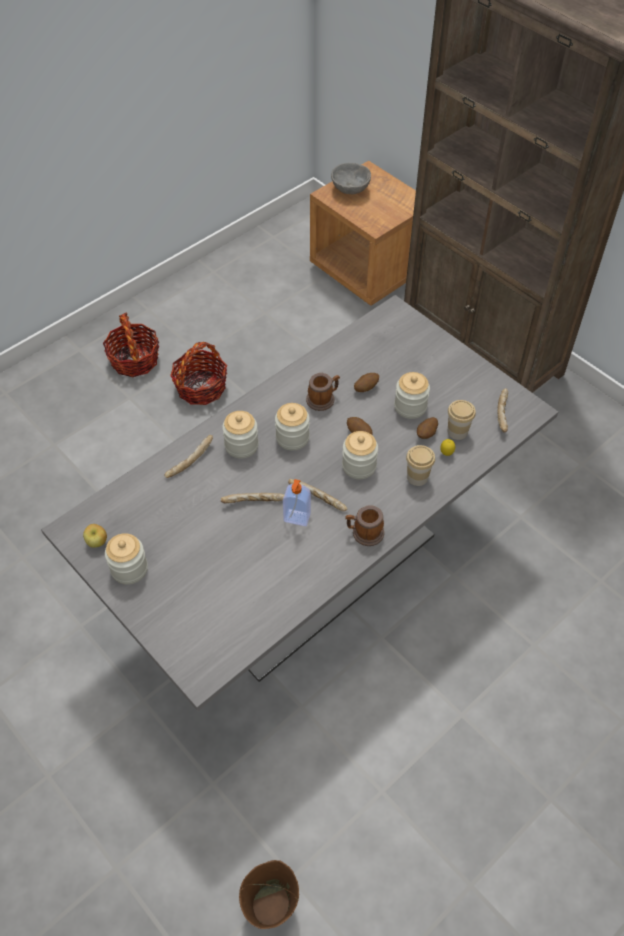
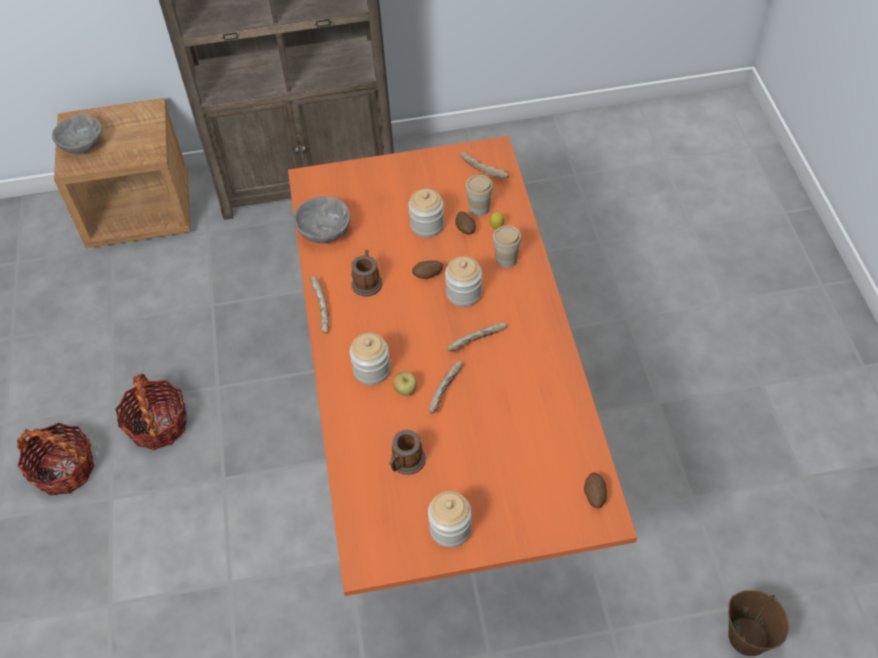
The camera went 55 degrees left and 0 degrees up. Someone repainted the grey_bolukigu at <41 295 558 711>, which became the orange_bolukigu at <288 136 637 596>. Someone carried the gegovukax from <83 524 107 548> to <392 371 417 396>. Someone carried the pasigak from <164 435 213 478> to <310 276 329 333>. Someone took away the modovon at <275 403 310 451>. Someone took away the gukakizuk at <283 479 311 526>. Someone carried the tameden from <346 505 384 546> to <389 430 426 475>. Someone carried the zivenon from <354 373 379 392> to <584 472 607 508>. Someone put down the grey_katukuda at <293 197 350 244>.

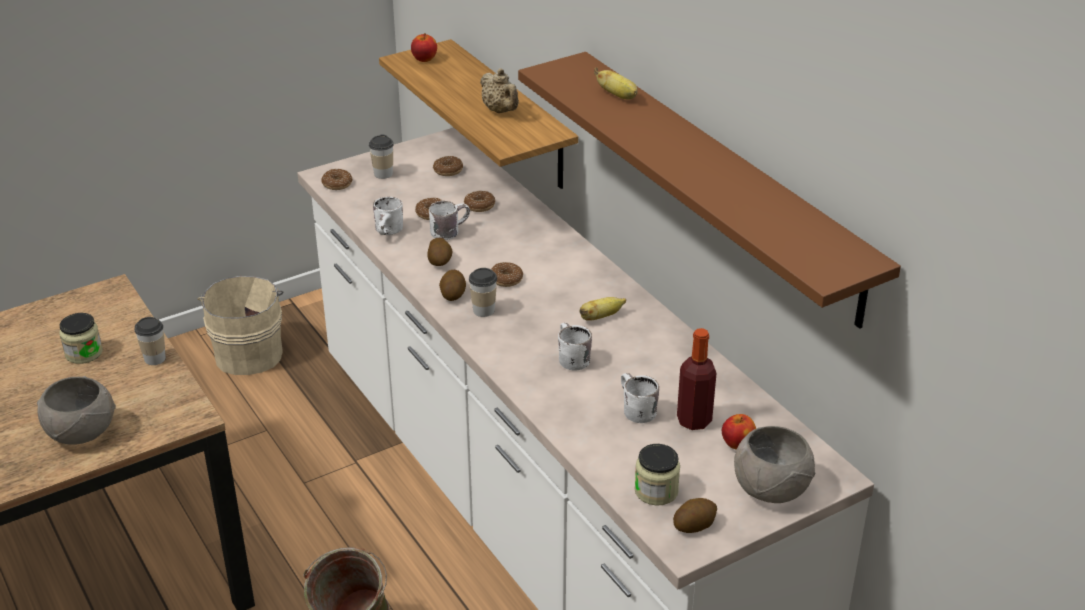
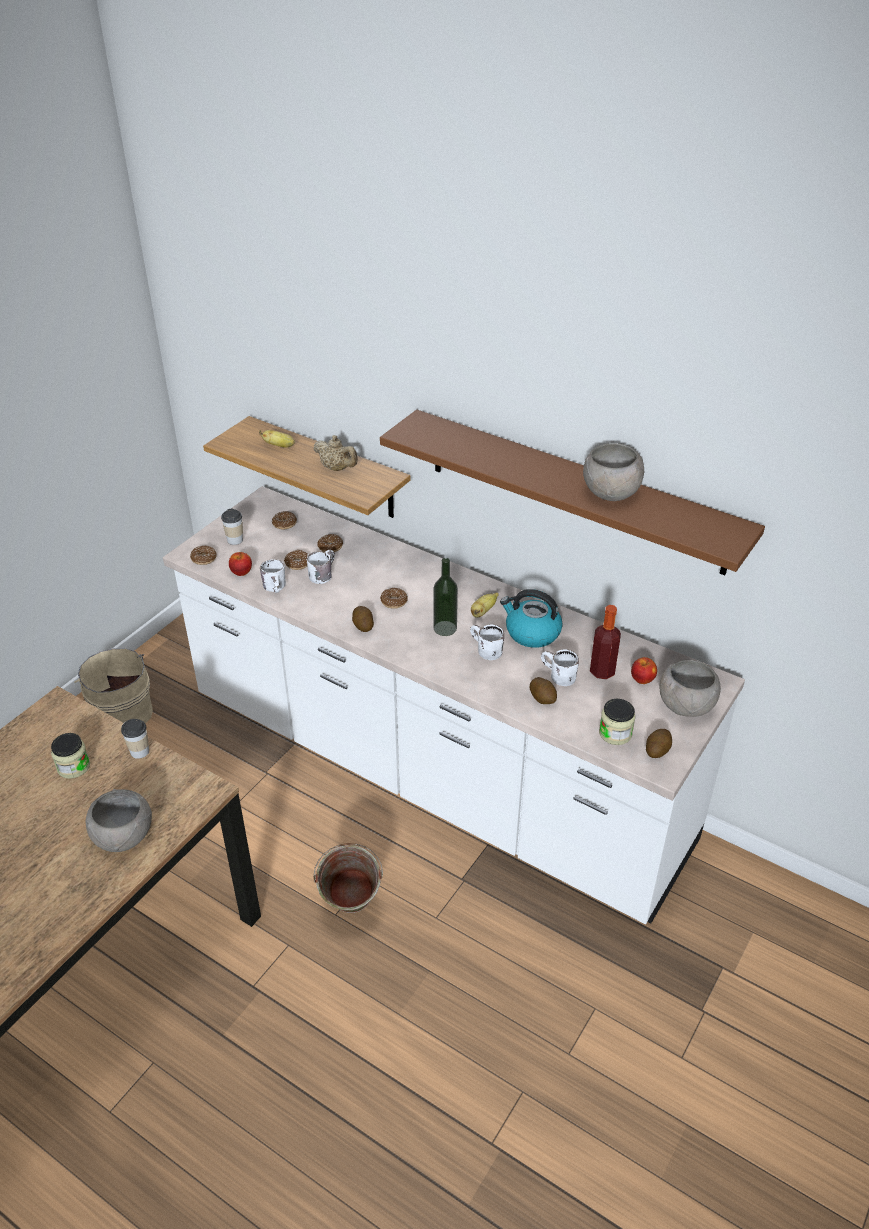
The camera went 25 degrees left and 5 degrees up. Someone carried the gegovukax from <411 33 437 62> to <229 552 252 576>. Someone carried the zivenon from <427 238 452 266> to <530 677 557 704>. Someone took away the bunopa at <469 268 497 317>. Someone carried the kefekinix from <594 68 638 99> to <259 430 295 448>. Someone put down the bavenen at <433 558 458 636>. Someone put down the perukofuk at <500 589 563 648>. Someone put down the grey_katukuda at <583 443 645 501>.

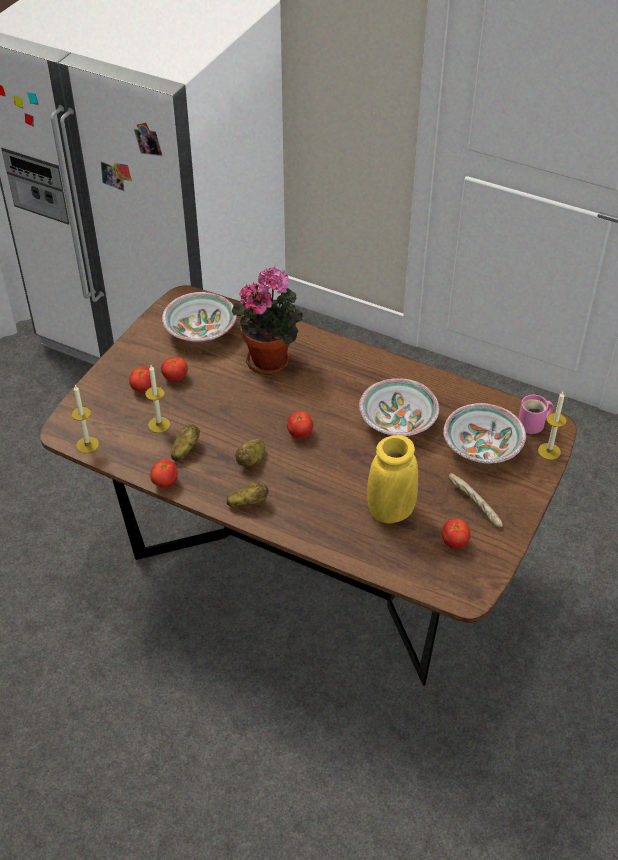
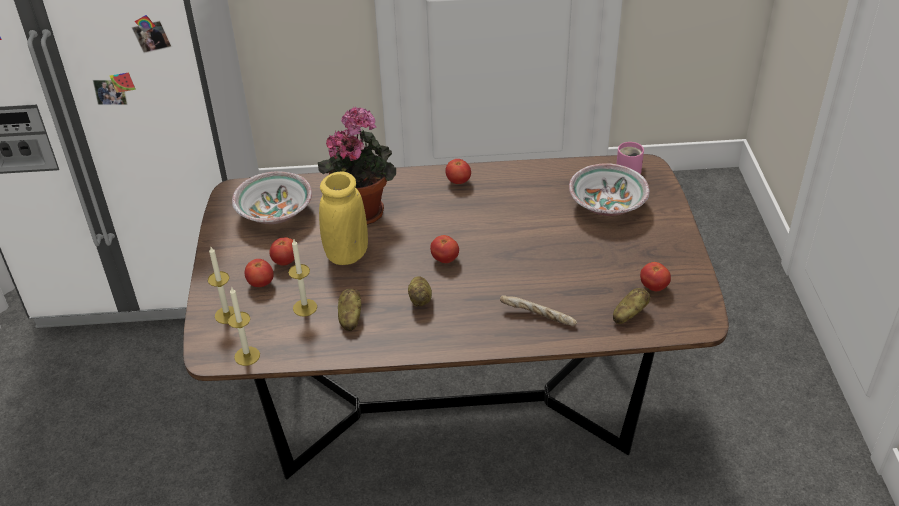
The camera went 30 degrees left and 5 degrees down. Someone carried the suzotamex from <150 460 178 488> to <445 159 471 184>. Someone carried the zivenon from <226 482 268 507> to <613 288 650 324>. Someone took away the katukuda at <359 378 440 436>. Someone carried the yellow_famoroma from <367 435 418 524> to <319 172 368 265>. Someone carried the pasigak from <449 473 503 527> to <500 295 577 326>. Someone carried the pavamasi from <538 392 567 460> to <208 247 234 324>.

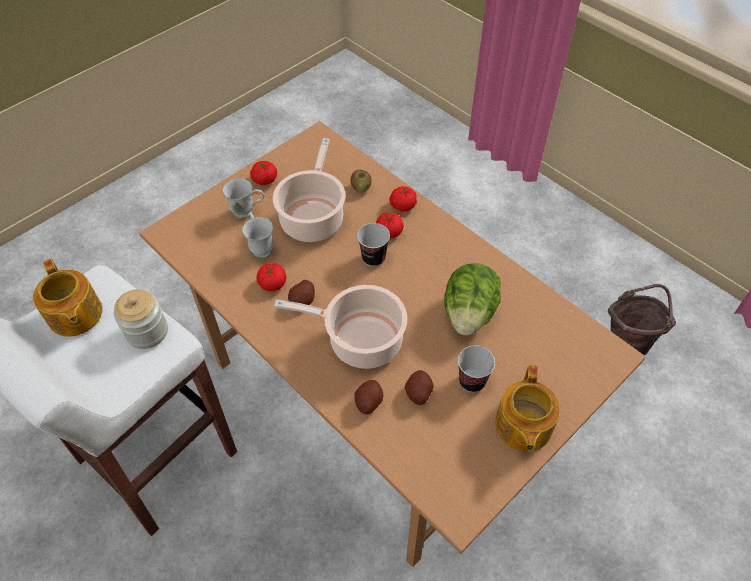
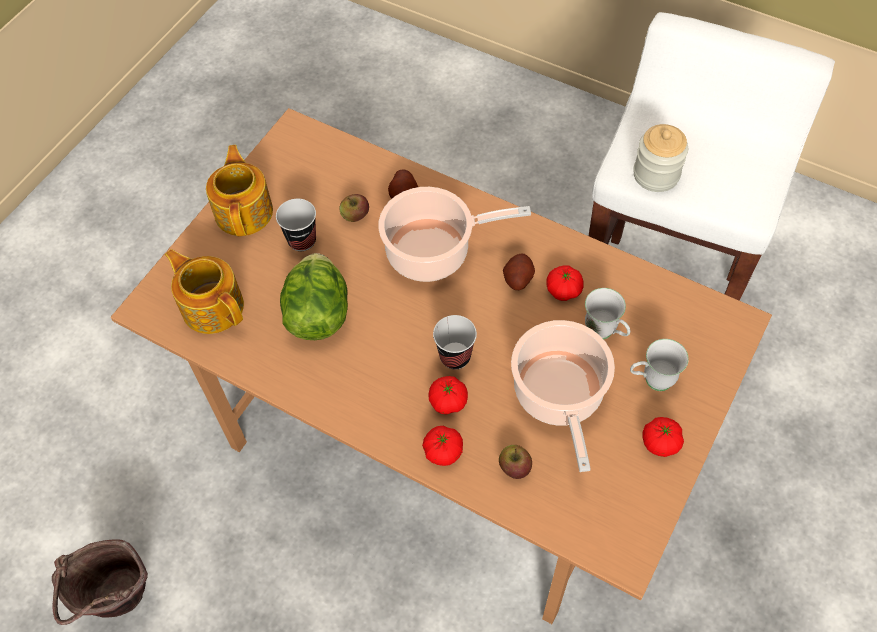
The camera went 165 degrees right and 5 degrees up. Someone carried the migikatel from <33 259 103 337> to <165 249 244 334>. Someone swapped the zivenon at <405 370 434 405> for the gegovukax at <340 194 369 222>.

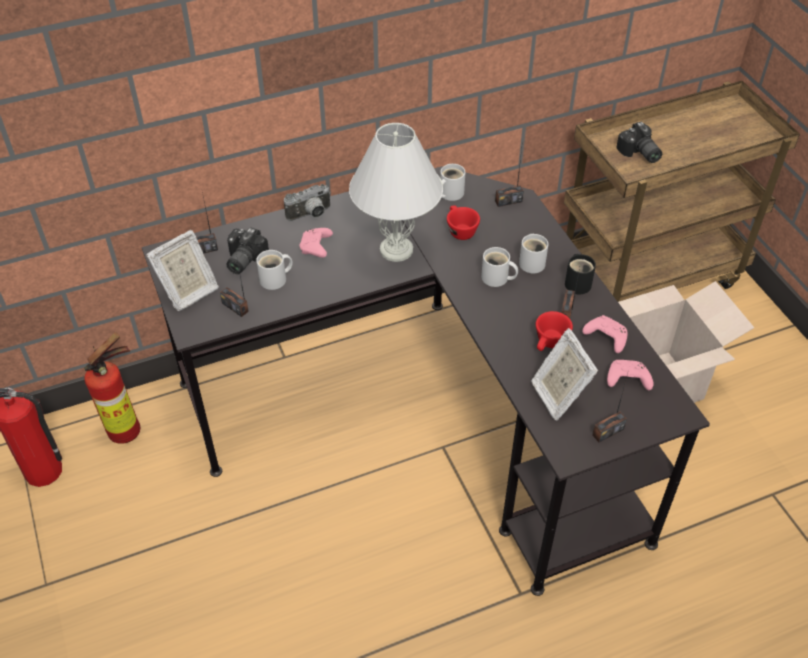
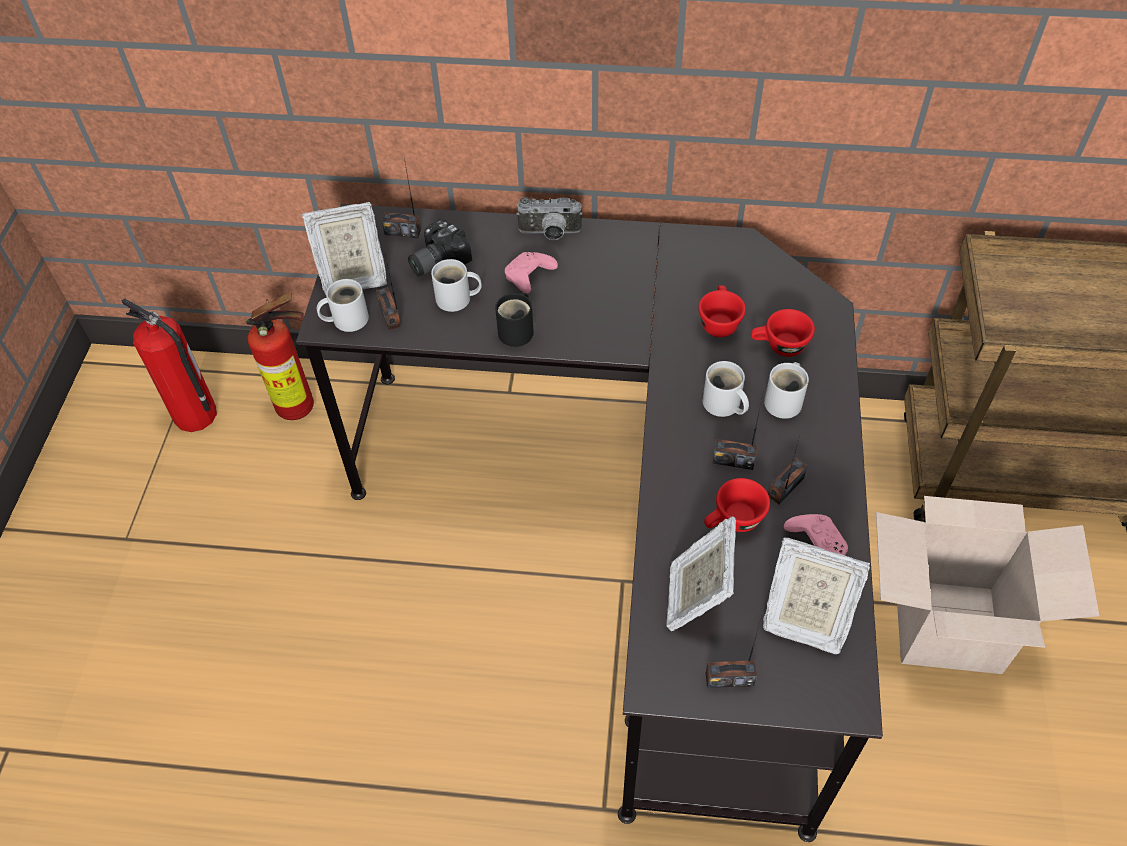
The camera went 30 degrees right and 5 degrees up. Someone took away the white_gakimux at <349 123 443 262>. Someone carried the white_tameden from <440 164 465 201> to <317 279 369 332>. Someone carried the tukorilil from <495 141 524 207> to <712 390 764 470>. Someone carried the black_tameden from <565 254 596 295> to <495 293 534 347>. Someone swapped the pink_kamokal at <607 360 654 390> for the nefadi at <763 537 870 654>. Someone took away the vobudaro at <616 122 662 163>. Someone put down the red_bunopa at <751 309 815 357>.

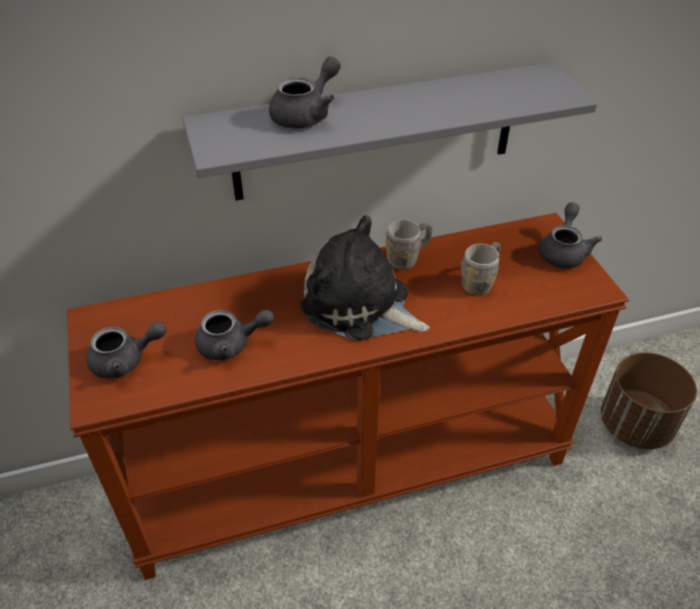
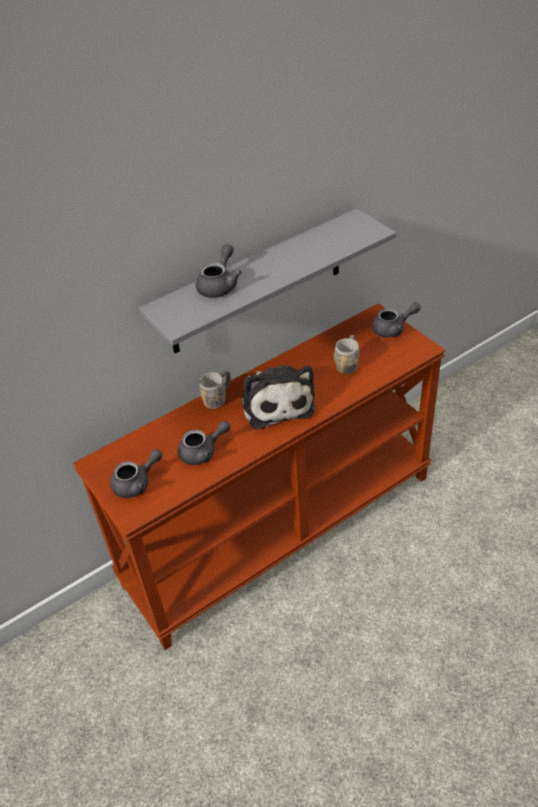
The camera went 15 degrees left and 0 degrees up. Someone rotated the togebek at <300 215 429 341> by 120 degrees counterclockwise. Someone carried the grey_tameden from <385 220 432 270> to <199 370 231 409>. Someone rotated the grey_migikatel at <539 202 602 268> by 75 degrees clockwise. Someone took away the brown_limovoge at <601 352 697 449>.

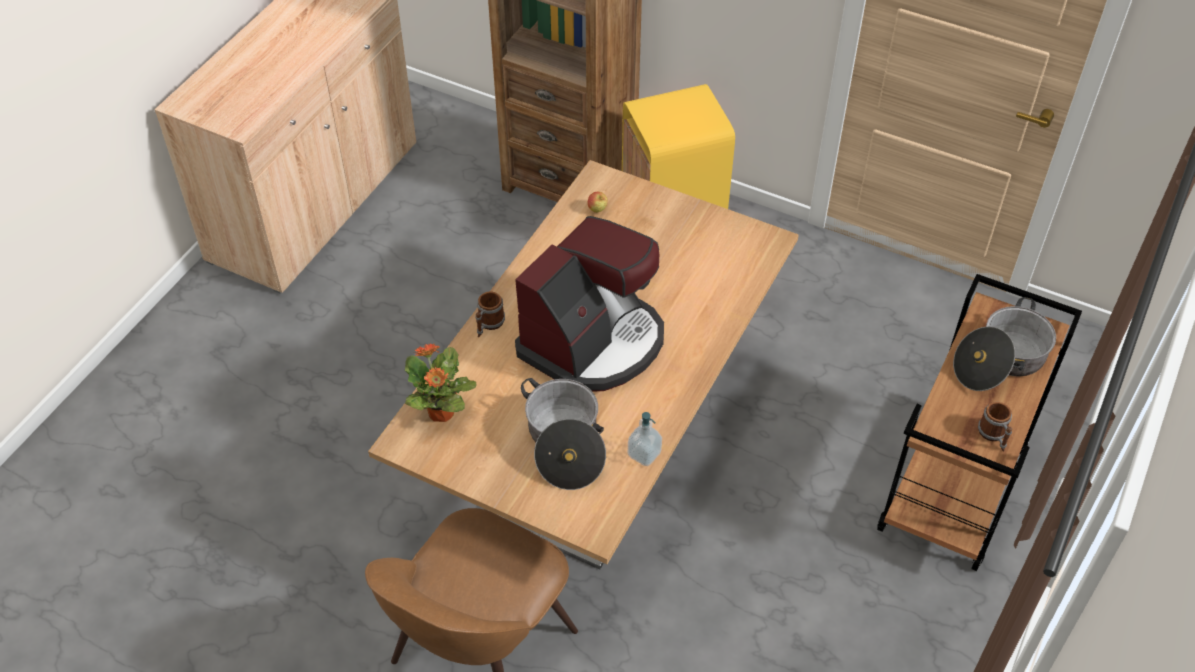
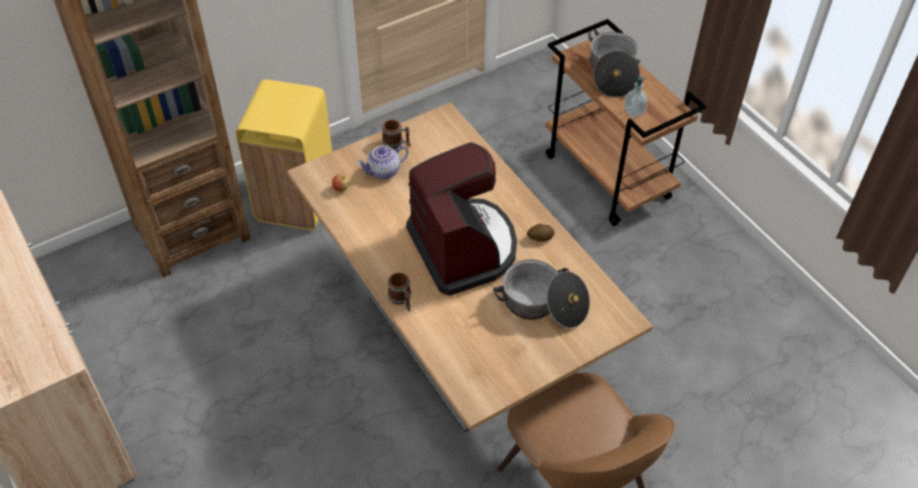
The camera went 60 degrees left and 0 degrees up. Someone took away the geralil at <405 343 477 422>. Someone carried the gukakizuk from <628 412 662 466> to <624 76 648 117>. Someone carried the tameden from <978 402 1012 452> to <382 119 411 149>. Someone put down the migikatel at <357 145 408 179>. Someone put down the zivenon at <527 224 554 242>.

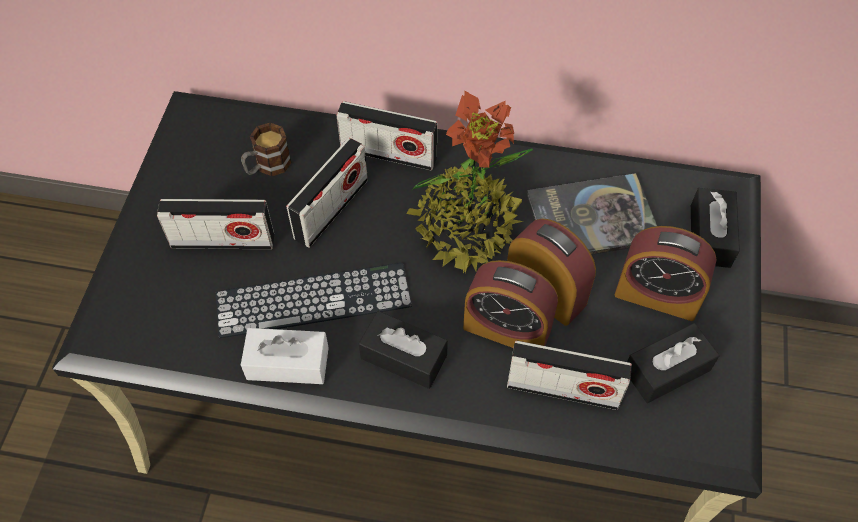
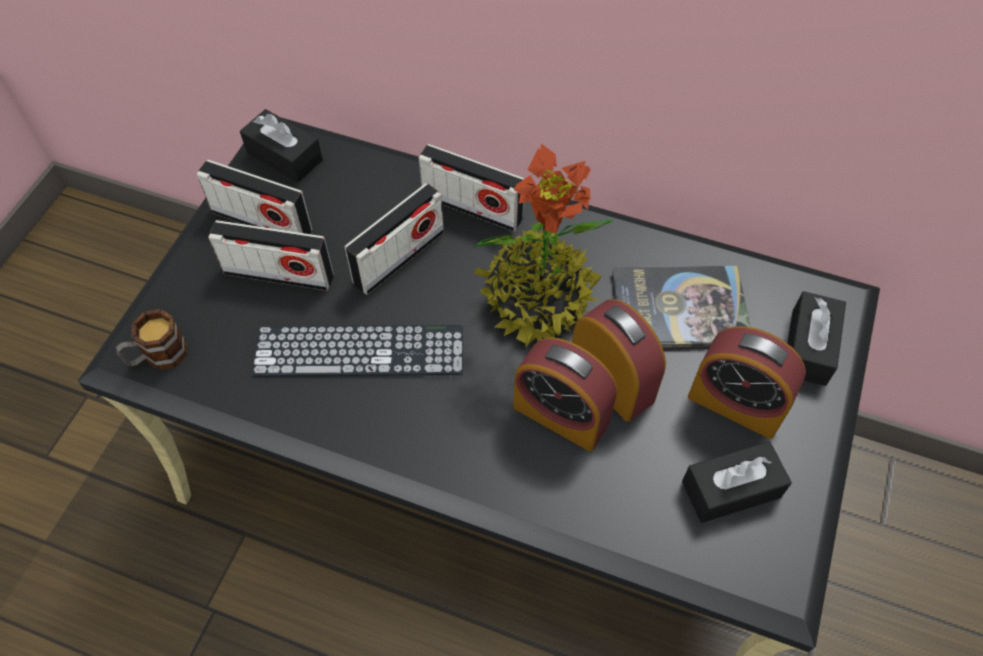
The camera went 10 degrees right and 0 degrees up. Someone carried the tameden from <241 123 292 176> to <116 309 187 370>. Someone took away the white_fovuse at <241 328 329 384>. Someone carried the black_fovuse from <359 311 448 389> to <240 109 323 183>. Someone carried the tukorilil from <507 341 632 410> to <197 160 312 234>.

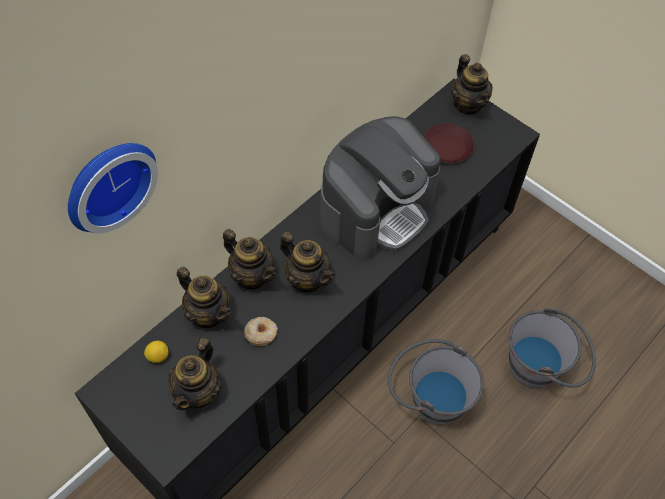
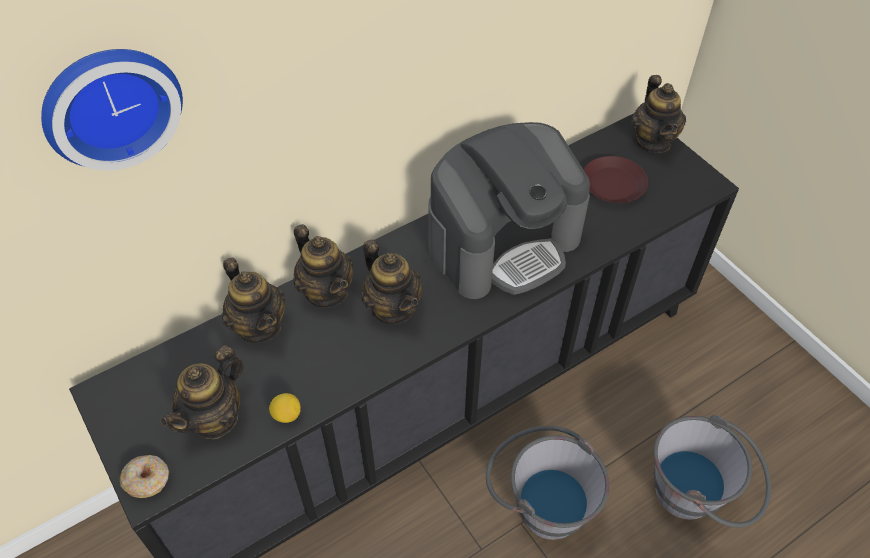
The camera went 15 degrees right and 5 degrees down. Someone carried the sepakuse from <144 341 169 363> to <269 393 301 423>. Someone carried the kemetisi from <244 317 278 346> to <120 455 169 498>.

